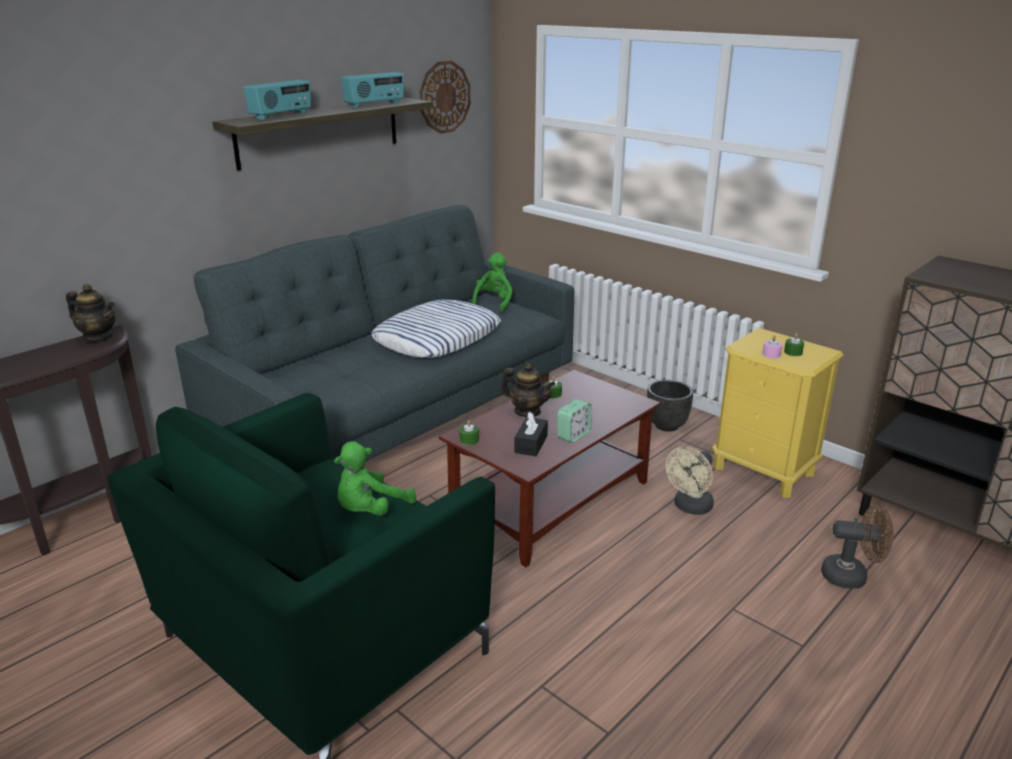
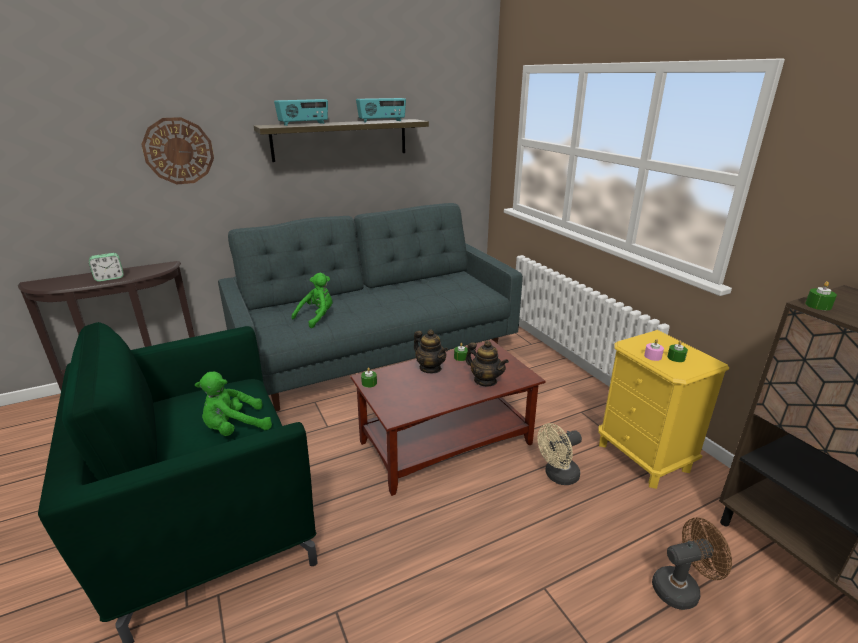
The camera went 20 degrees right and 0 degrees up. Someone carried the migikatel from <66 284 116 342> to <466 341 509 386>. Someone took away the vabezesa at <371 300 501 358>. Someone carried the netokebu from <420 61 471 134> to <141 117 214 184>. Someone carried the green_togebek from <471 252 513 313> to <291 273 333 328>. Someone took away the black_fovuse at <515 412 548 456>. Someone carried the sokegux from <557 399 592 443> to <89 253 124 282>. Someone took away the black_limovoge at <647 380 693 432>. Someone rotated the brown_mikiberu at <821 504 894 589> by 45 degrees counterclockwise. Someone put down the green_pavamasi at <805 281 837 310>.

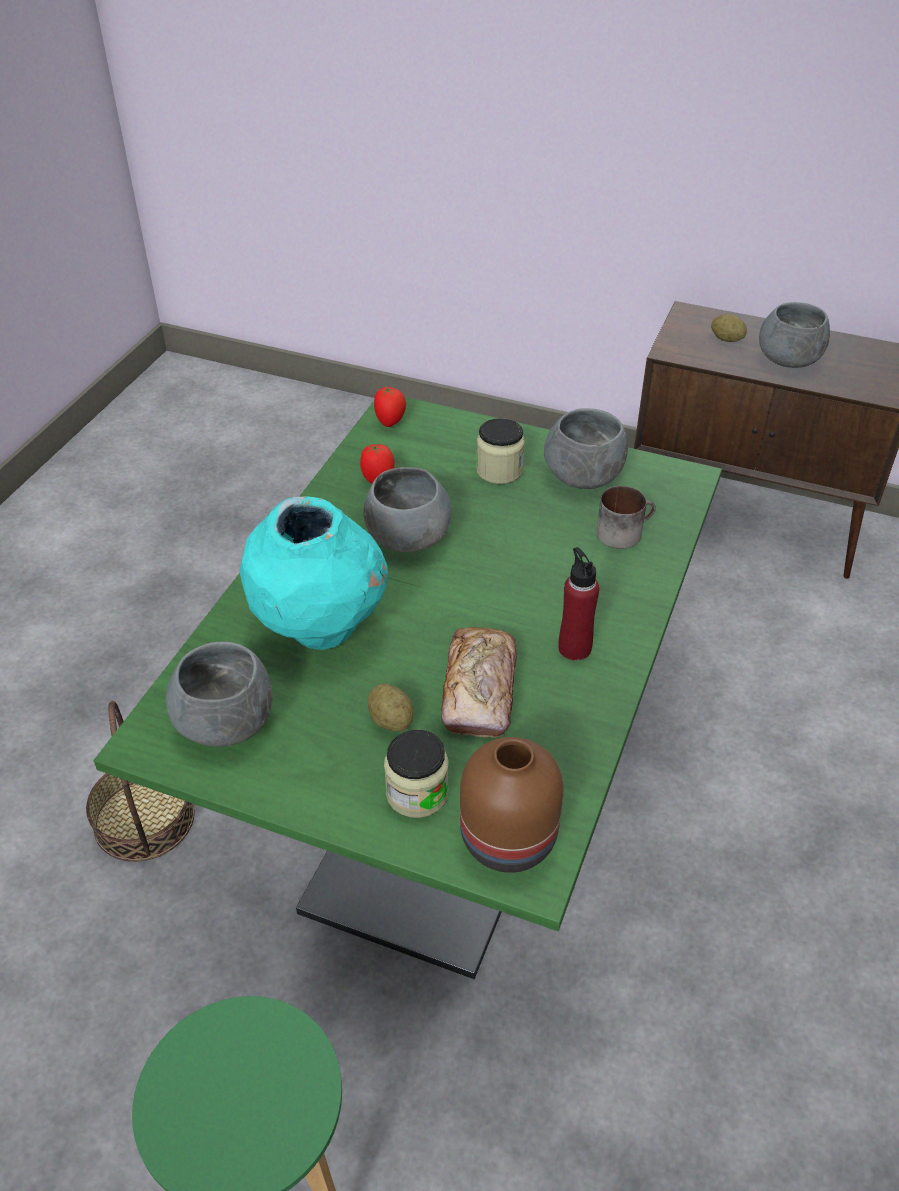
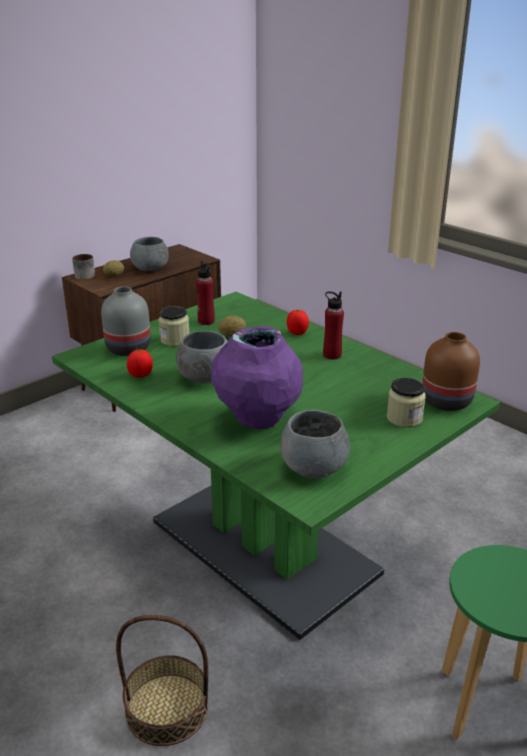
The camera went 65 degrees left and 15 degrees down. Someone repainted the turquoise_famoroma at <240 496 388 650>, which became the purple_famoroma at <211 326 303 429>. Someone carried the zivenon from <368 684 414 731> to <218 316 246 336>. Someone carried the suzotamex from <374 386 406 427> to <287 309 309 335>. Someone took away the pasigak at <441 627 517 738>. Someone swapped the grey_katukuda at <544 408 628 489> for the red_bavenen at <196 261 215 325>. Someone carried the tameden from <596 486 656 549> to <72 254 95 280>. Someone put down the grey_famoroma at <101 286 151 356>.

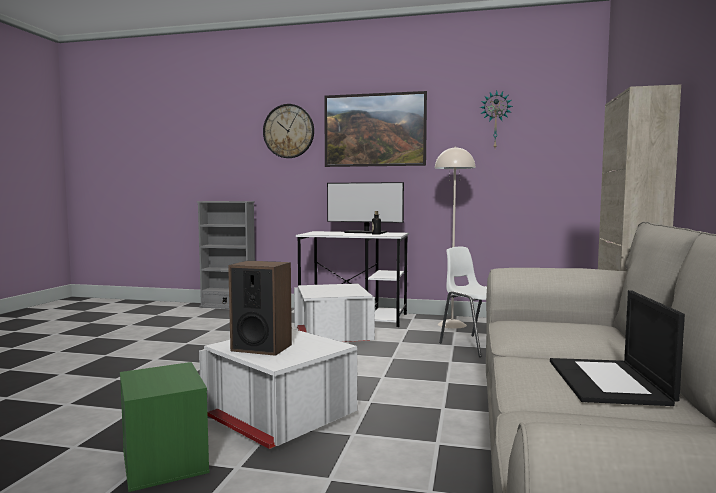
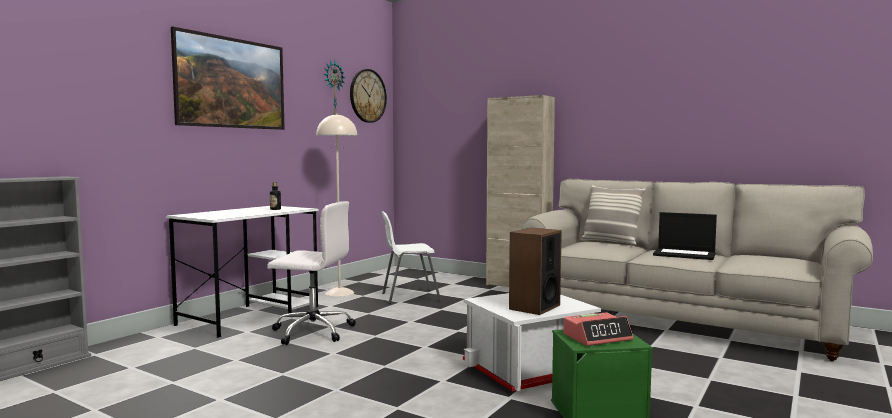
The camera went 70 degrees left and 0 degrees up. Someone carried the netokebu from <263 104 314 158> to <350 69 387 123>. Someone swapped the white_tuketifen at <294 283 375 342> for the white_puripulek at <267 201 356 345>. Someone took away the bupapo at <327 182 404 234>. Someone put down the sokegux at <563 312 633 346>. Someone put down the vabezesa at <581 185 646 245>.

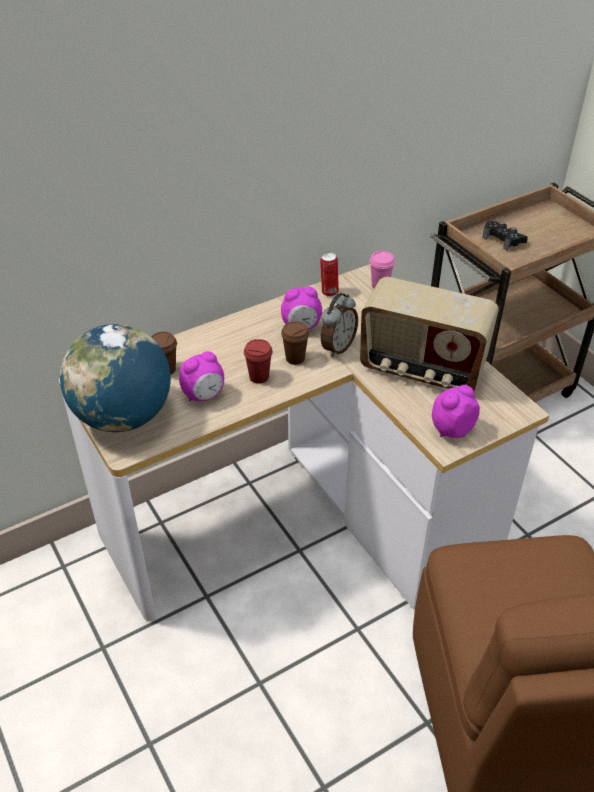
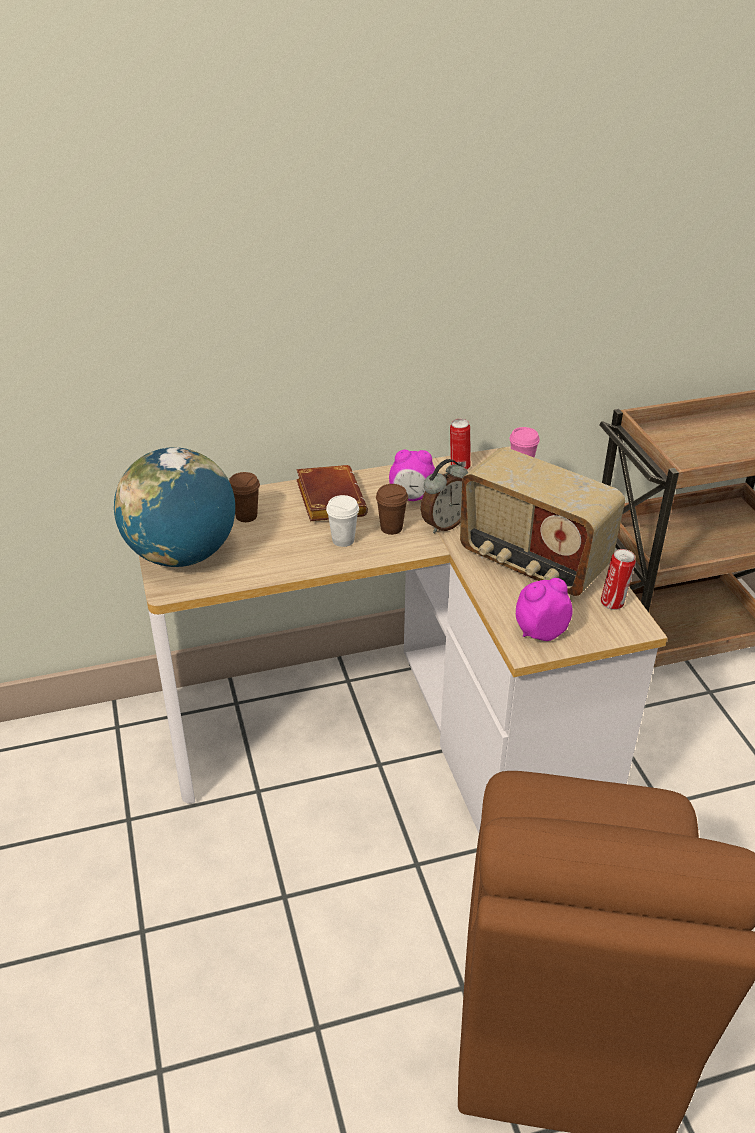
The camera went 15 degrees right and 5 degrees down. Someone took away the sokegux at <179 351 224 401>. Someone repainted the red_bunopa at <244 339 273 384>, which became the white_bunopa at <326 495 359 547>. Someone took away the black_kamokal at <482 221 528 250>. Someone put down the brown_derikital at <296 465 368 521>. Someone put down the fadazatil at <601 549 636 610>.

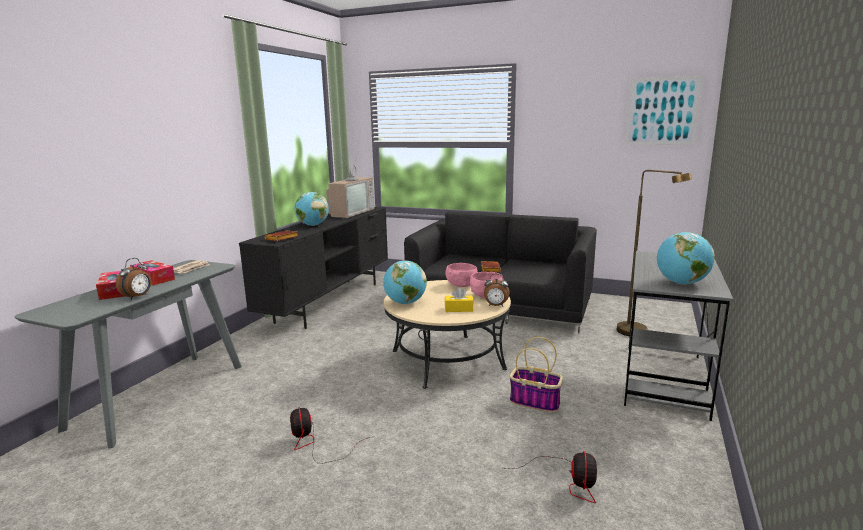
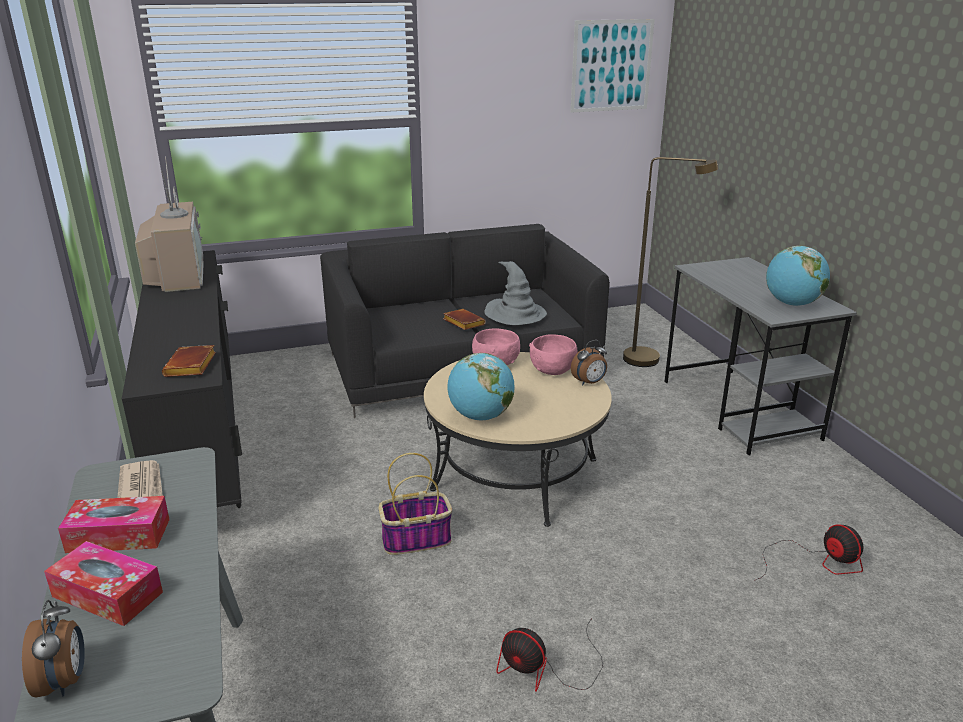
The camera went 40 degrees left and 10 degrees up. Someone carried the sokegux from <116 258 151 300> to <22 600 85 697>. Someone took away the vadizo at <295 192 329 226>. Someone took away the yellow_fovuse at <445 287 474 312>. Someone carried the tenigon from <510 337 563 413> to <378 453 452 555>. Someone put down the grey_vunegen at <484 261 547 325>.

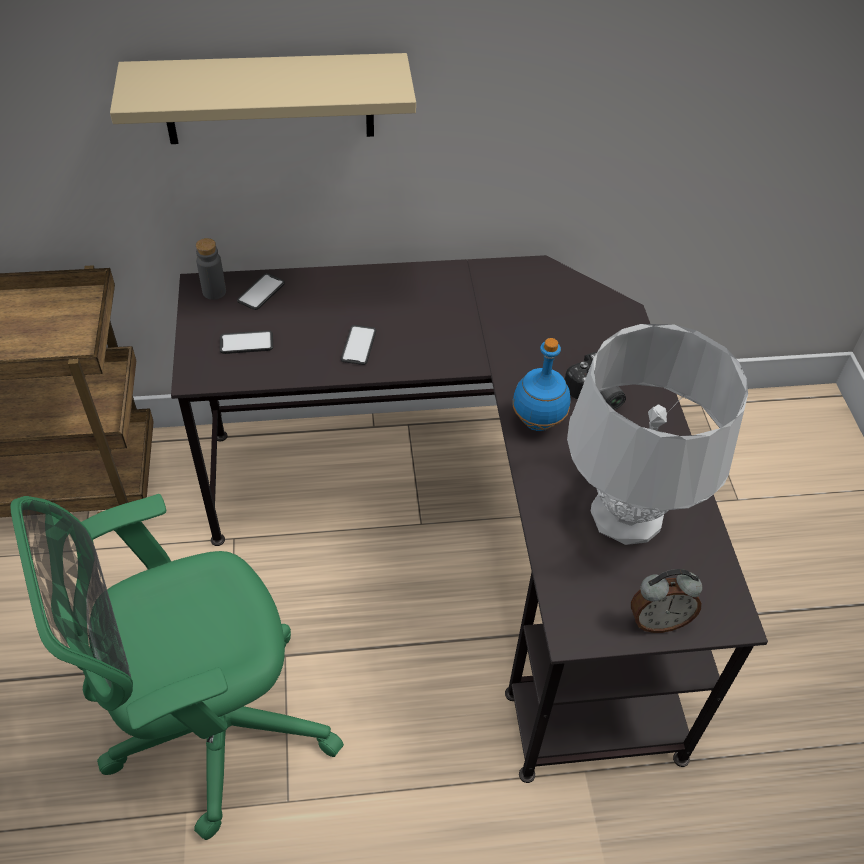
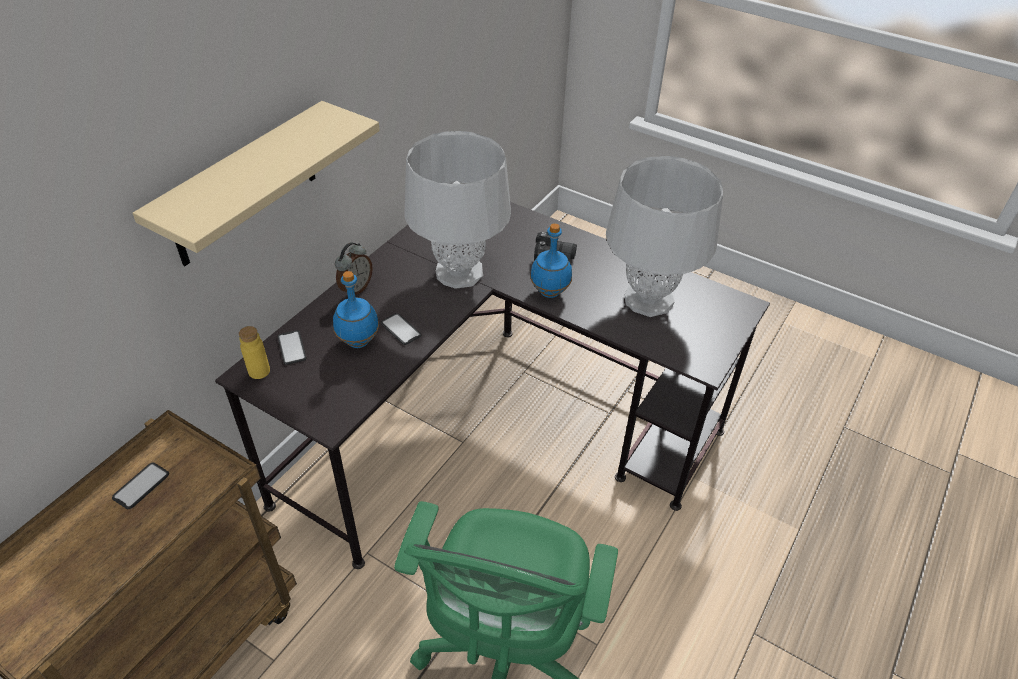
The camera went 50 degrees left and 5 degrees down. Someone repainted the grey_bavenen at <196 238 226 300>, which became the yellow_bavenen at <239 326 270 379>. Someone carried the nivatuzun from <220 330 273 354> to <112 463 169 509>. Someone carried the sokegux from <631 569 702 633> to <335 242 373 295>. Someone put down the blue_bavenen at <333 271 379 348>. Someone put down the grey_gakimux at <404 131 511 289>.

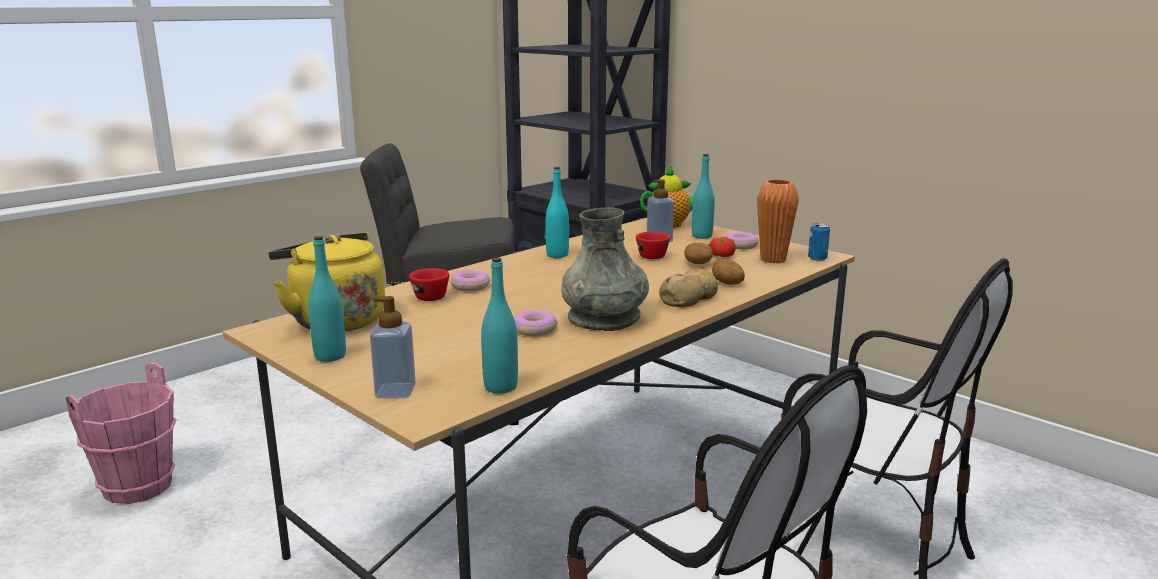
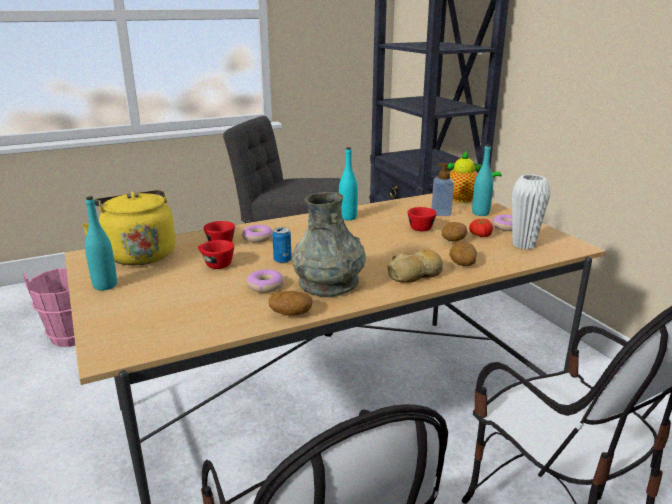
The camera went 20 degrees right and 5 degrees up. Someone took away the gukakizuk at <370 296 416 398>. Someone took away the turquoise_bavenen at <481 257 518 394>. Someone repainted the orange_famoroma at <757 179 799 264>, which became the white_famoroma at <512 174 550 249>. Someone carried the fadazatil from <808 223 830 261> to <272 227 292 264>. Someone put down the red_bunopa at <198 240 234 269>. Someone put down the zivenon at <269 291 313 316>.

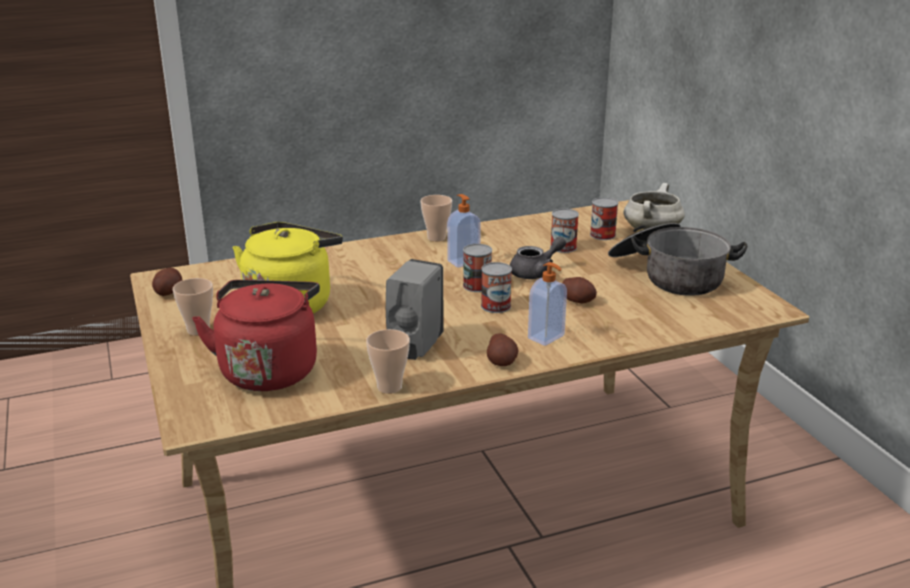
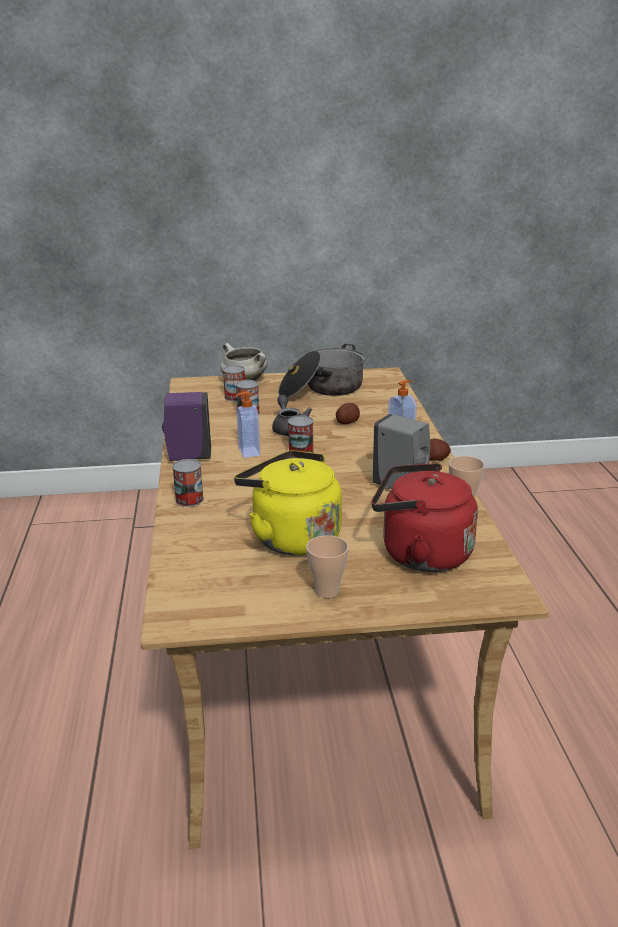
The camera went 75 degrees left and 0 degrees up. Someone took away the zivenon at <152 268 183 296>. Someone swapped the bunopa at <420 195 452 242> for the purple_gukakizuk at <162 392 211 461>. Someone carried the fadazatil from <481 262 512 313> to <172 459 204 507>.

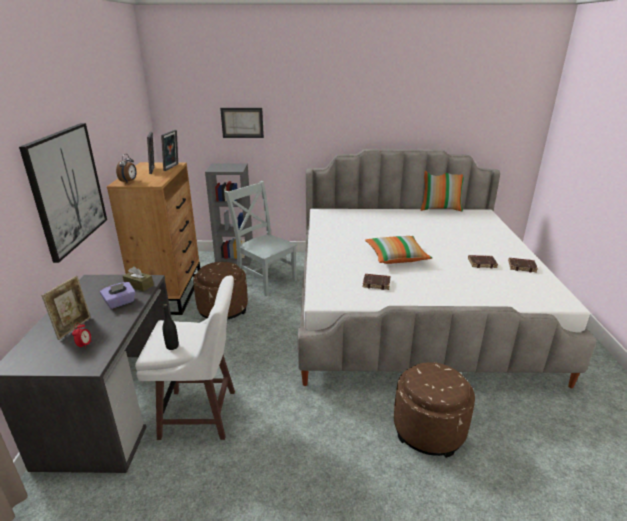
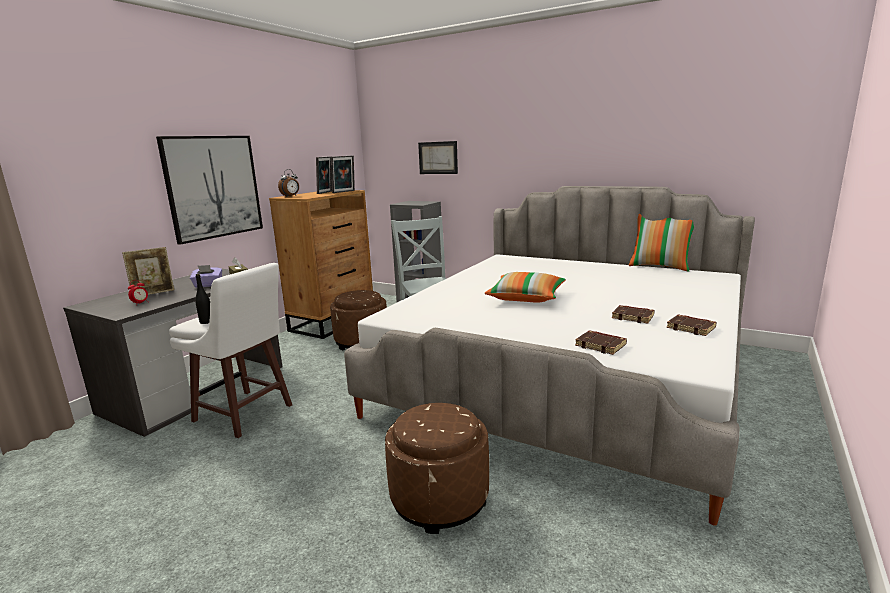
The camera went 30 degrees right and 10 degrees down. Someone carried the brown_derikital from <363 274 390 290> to <575 330 627 355>.

